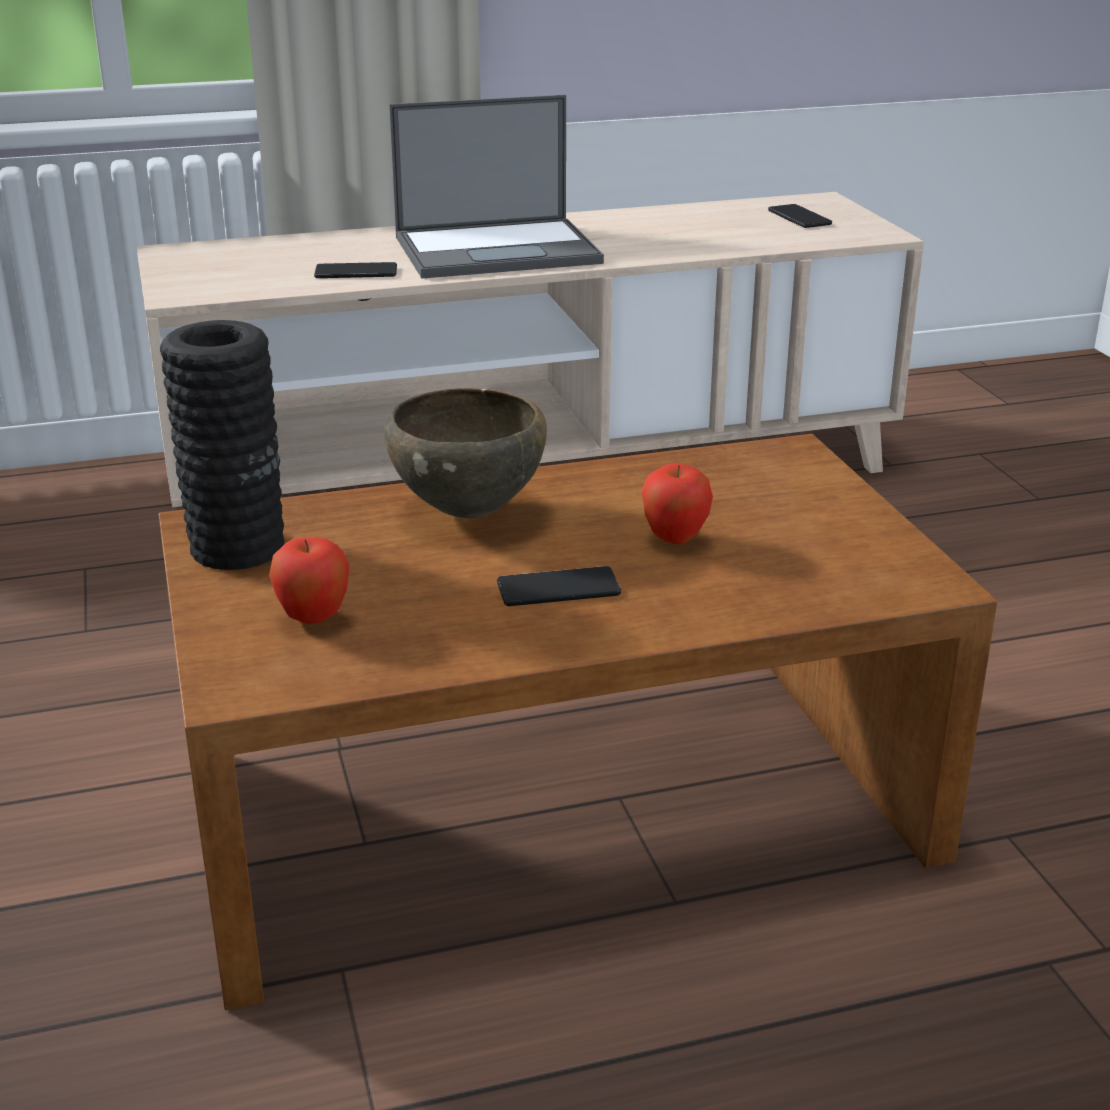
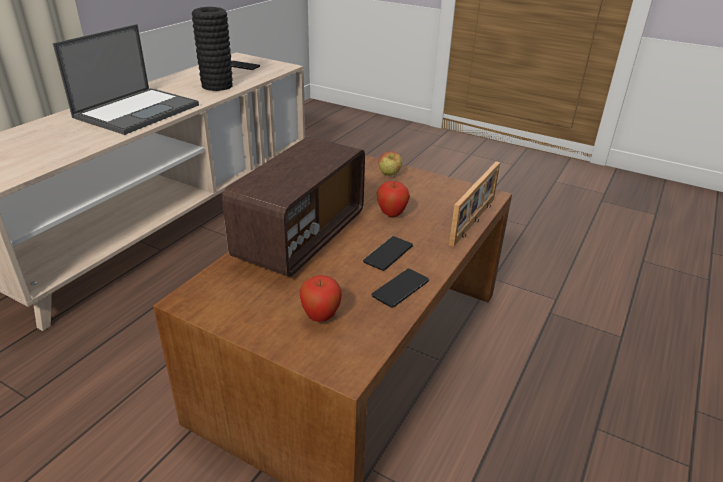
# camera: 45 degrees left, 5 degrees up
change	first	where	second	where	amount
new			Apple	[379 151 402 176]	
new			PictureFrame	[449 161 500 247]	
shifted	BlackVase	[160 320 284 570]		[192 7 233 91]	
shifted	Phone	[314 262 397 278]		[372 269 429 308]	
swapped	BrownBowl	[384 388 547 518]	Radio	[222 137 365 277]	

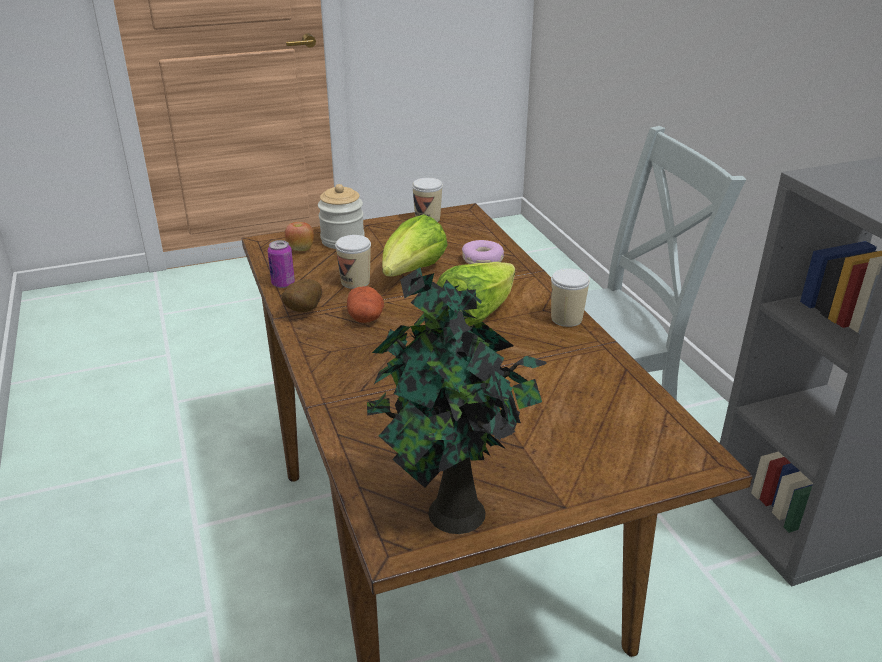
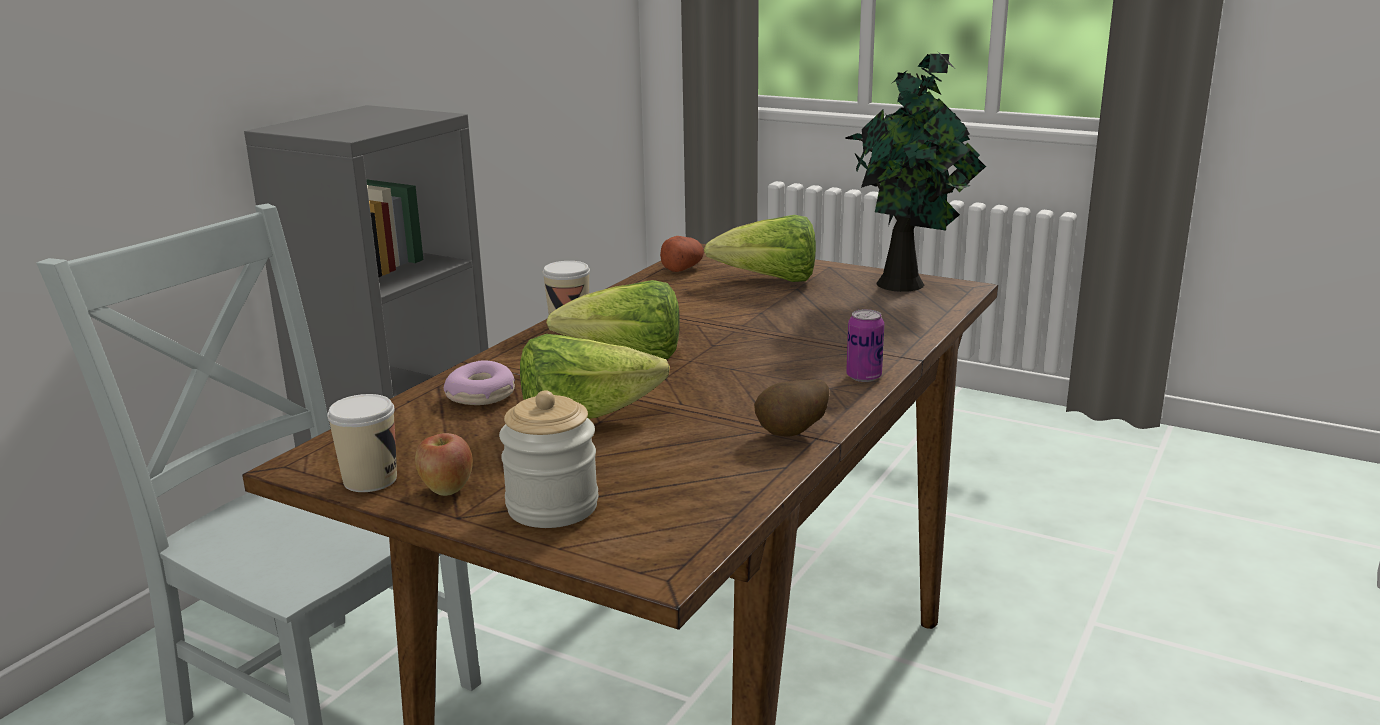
# camera: 130 degrees left, 10 degrees down
change	first	where	second	where	amount
gone	Cup	[335 235 371 289]			
new			Lettuce	[704 215 816 282]	
shifted	Can	[268 240 295 288]		[846 309 884 382]	
shifted	Apple	[285 222 314 251]		[415 433 473 496]	
shifted	Potato	[347 286 384 323]		[660 236 704 272]	

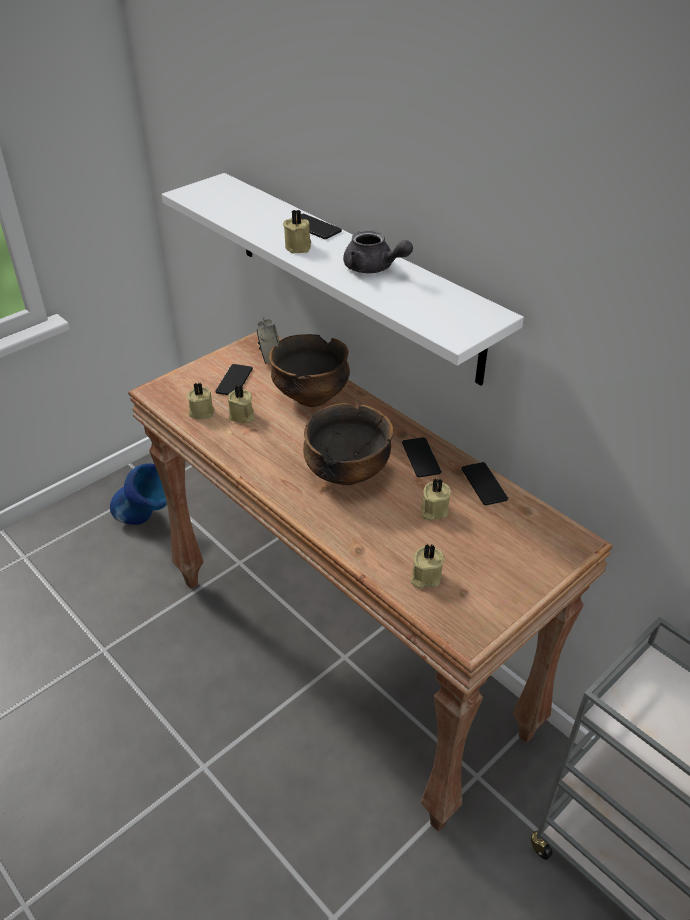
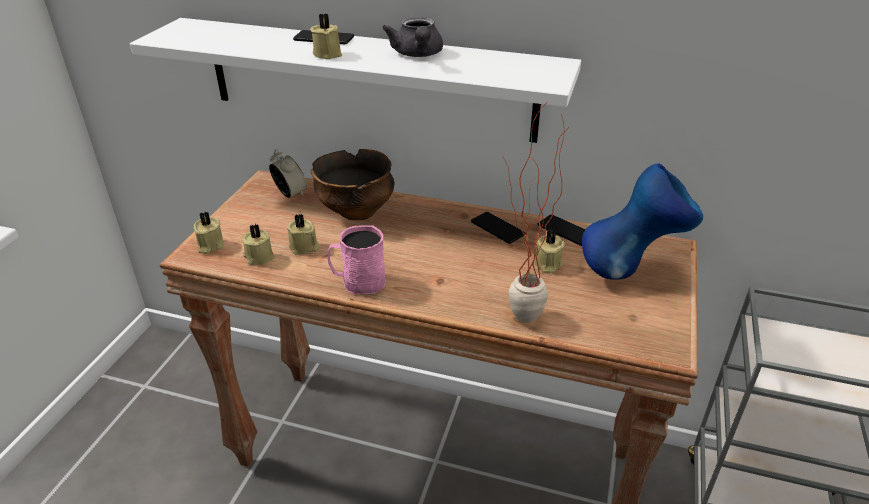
# camera: 30 degrees left, 5 degrees down
change	first	where	second	where	amount
gone	Phone	[215 364 253 395]			
gone	Bowl	[303 403 393 485]			
new			PinkMug	[328 225 386 294]	
new			PottedPlant	[502 108 569 323]	
shifted	BlueVase	[110 463 167 525]		[582 164 703 280]	
shifted	BeigeCandle	[411 544 445 589]		[194 211 224 254]	
rotated	GreyTeapot	[343 230 413 273]		[382 17 443 57]	75 degrees clockwise

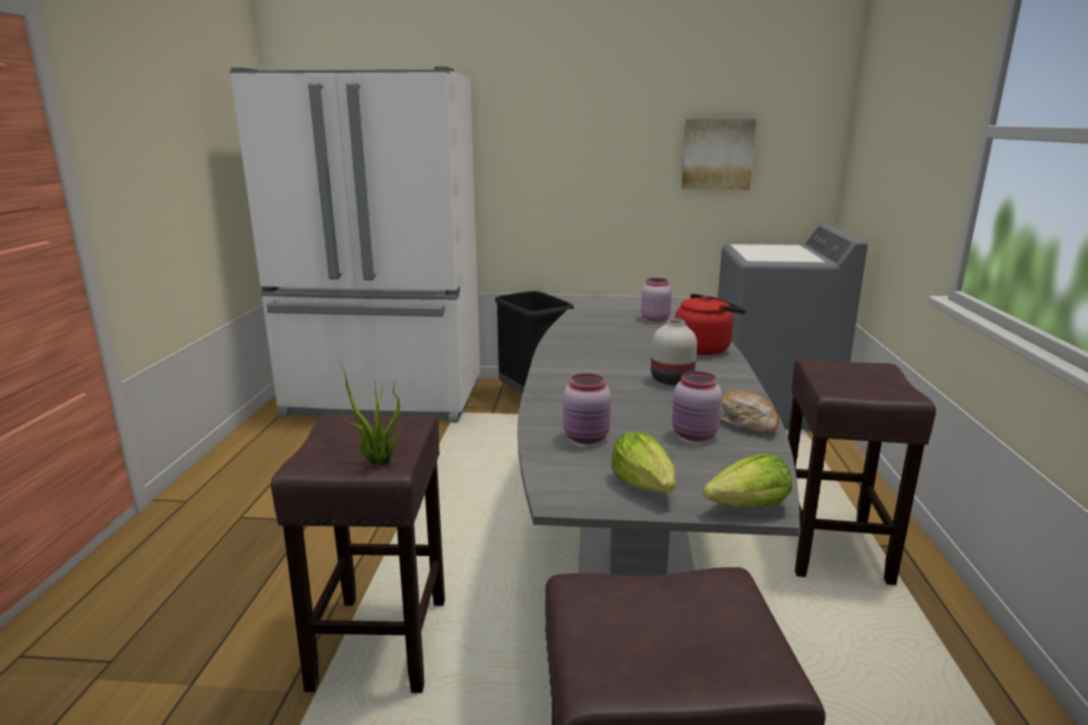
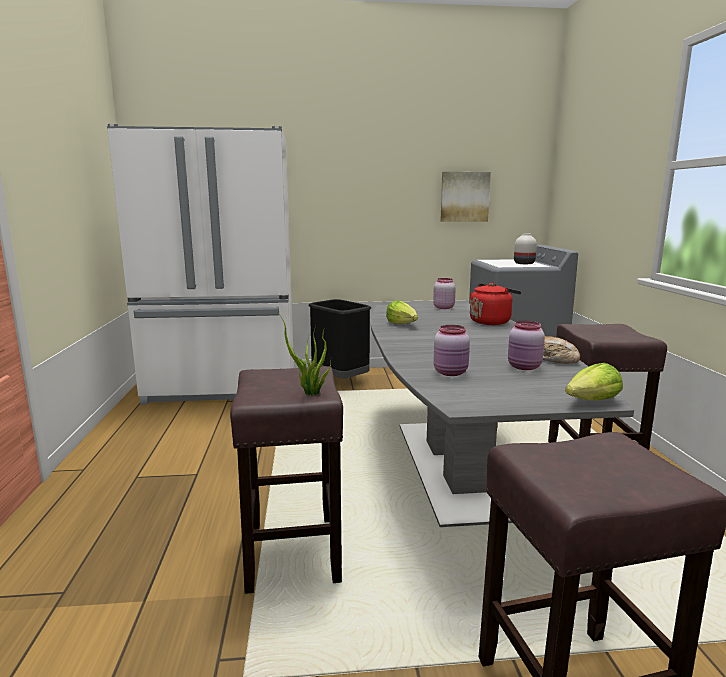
# camera: 10 degrees left, 5 degrees down
change	first	where	second	where	amount
shifted	Lettuce	[611 432 676 493]		[386 300 418 324]	
shifted	WhiteVase	[651 319 697 385]		[514 233 537 264]	

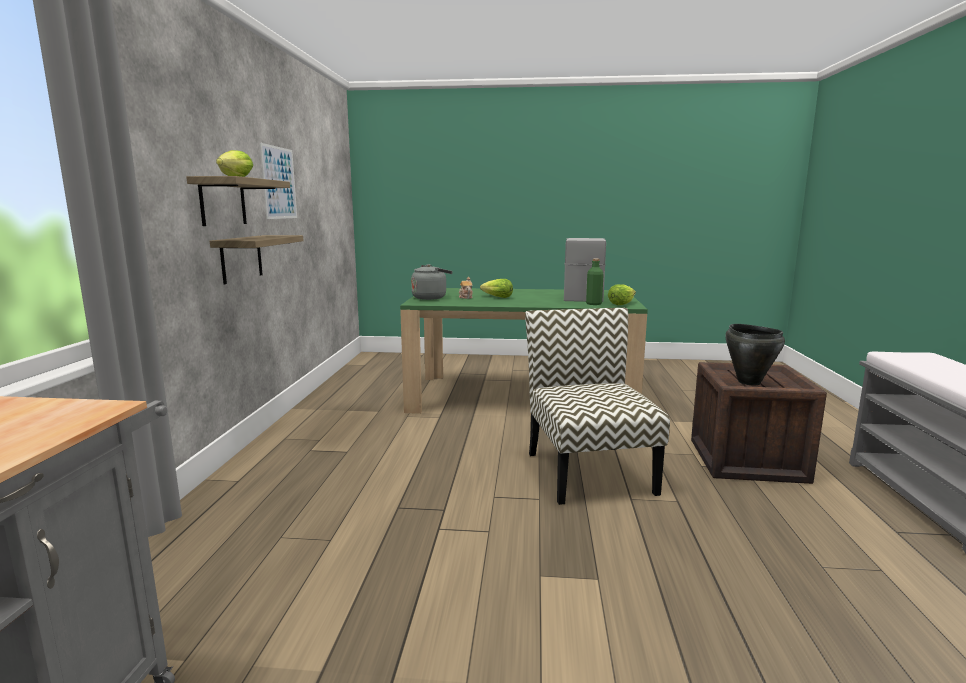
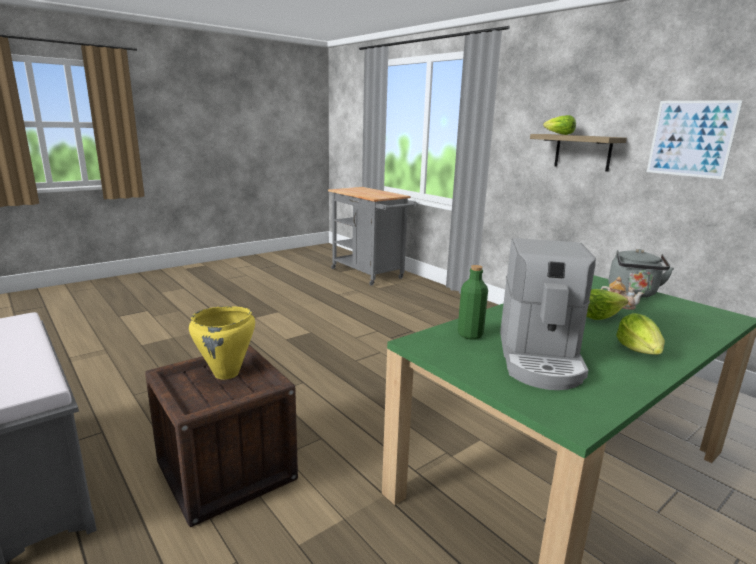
# camera: 135 degrees right, 5 degrees up
change	first	where	second	where	amount
gone	Shelf	[210 235 304 284]			
gone	Chair	[525 308 670 505]			
shifted	Lettuce	[608 285 636 305]		[616 313 665 355]	
repainted	BlackCookingPot	[725 324 785 385]	YellowCookingPot	[189 306 255 379]	
rotated	CoffeeMachine	[564 238 606 302]		[500 238 596 390]	45 degrees clockwise

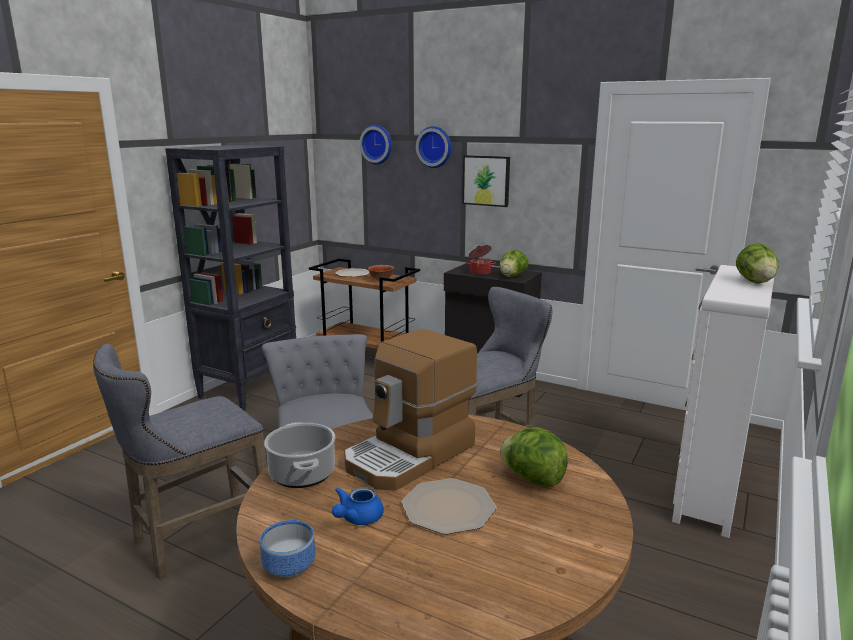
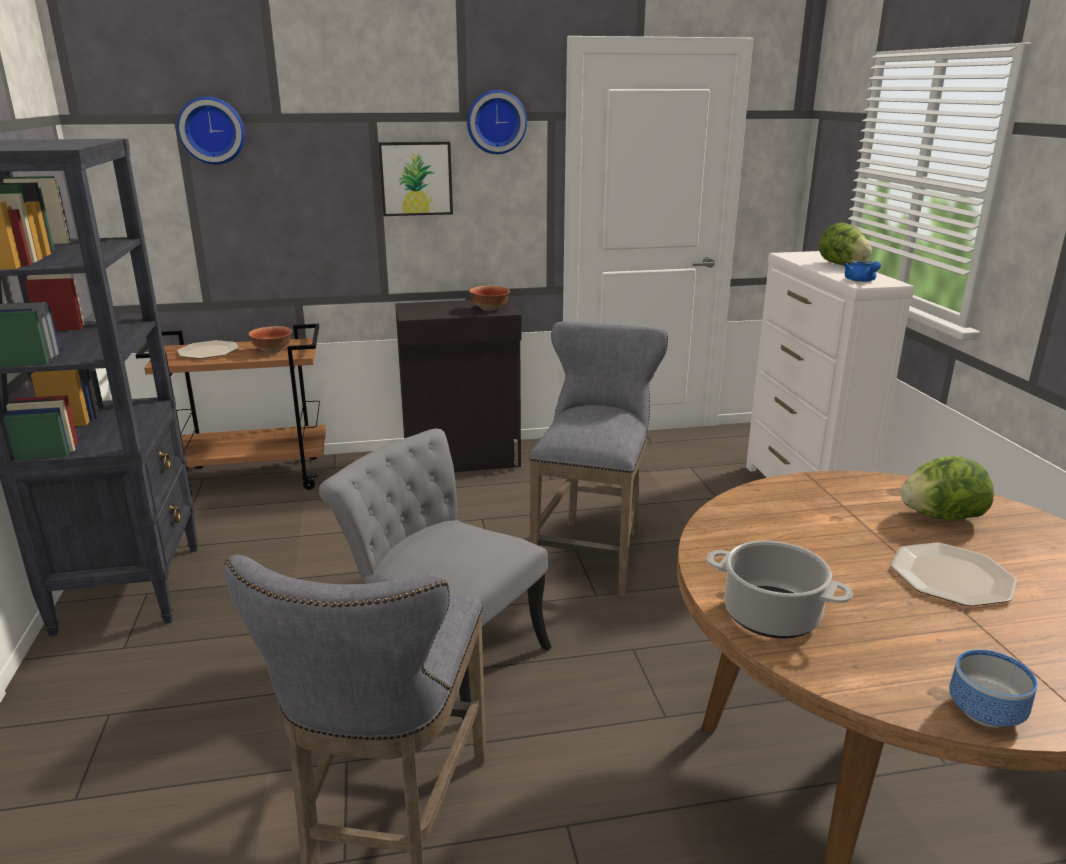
# camera: 40 degrees left, 5 degrees up
change	first	where	second	where	amount
gone	CoffeeMachine	[344 329 477 491]			
gone	CookingPot	[465 245 496 275]			
shifted	BlueTeapot	[332 487 384 525]		[843 260 881 282]	
shifted	WallClock	[416 126 451 168]		[467 90 527 154]	
swapped	Lettuce	[499 250 529 277]	Bowl	[469 285 510 311]	

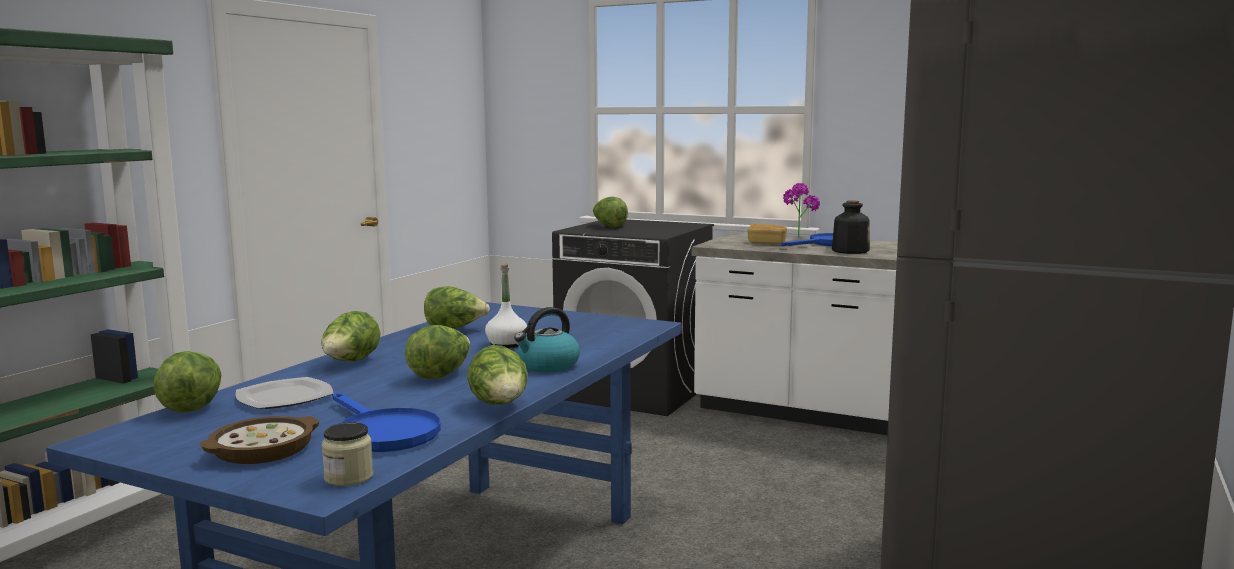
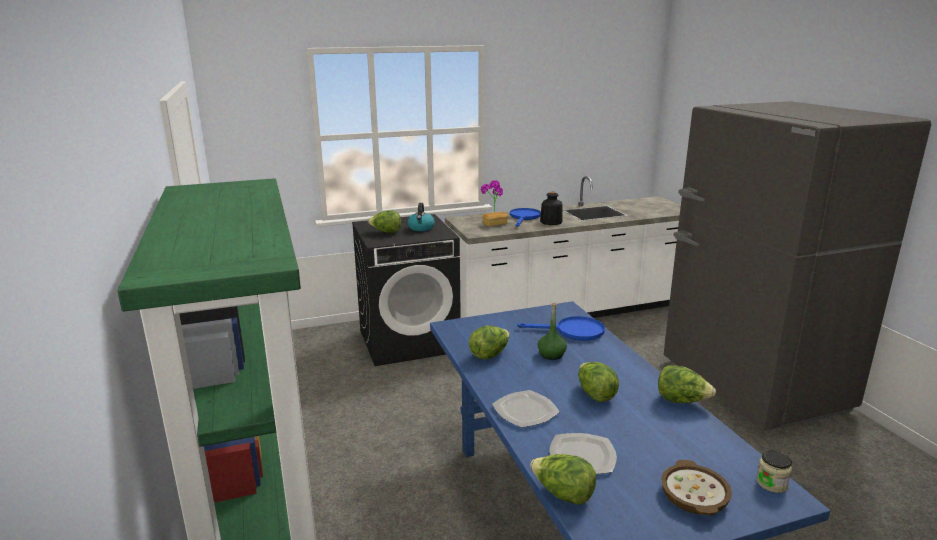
# camera: 45 degrees left, 10 degrees up
change	first	where	second	where	amount
shifted	BlueFryingPan	[333 392 441 452]		[517 316 605 341]	
shifted	Kettle	[514 307 580 372]		[408 203 435 231]	
swapped	Lettuce	[321 311 380 362]	Plate	[492 390 560 428]	
repainted	WhiteBottle	[485 264 527 348]	GreenBottle	[537 303 567 360]	

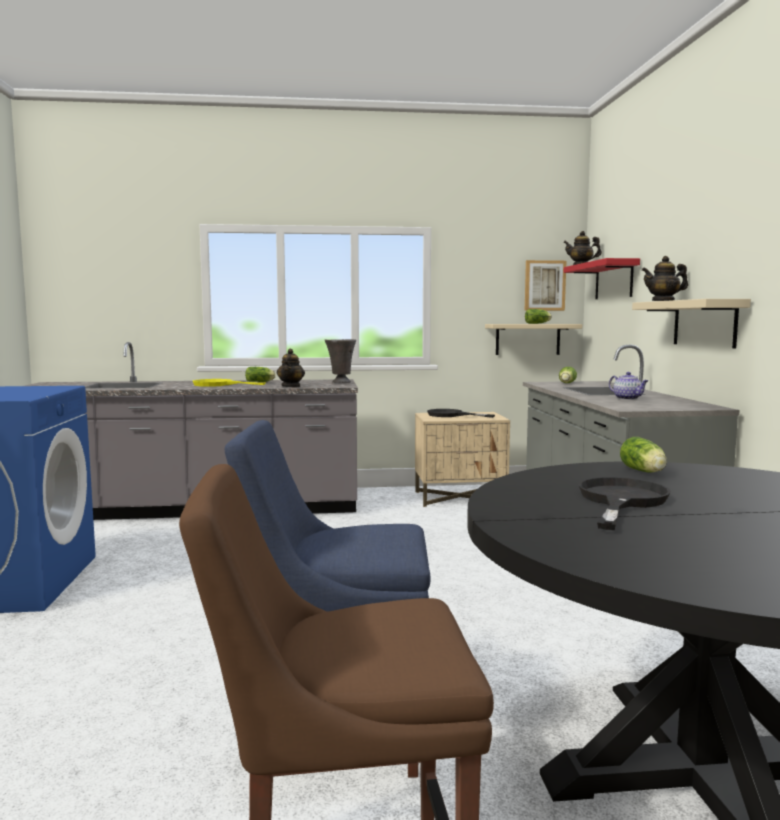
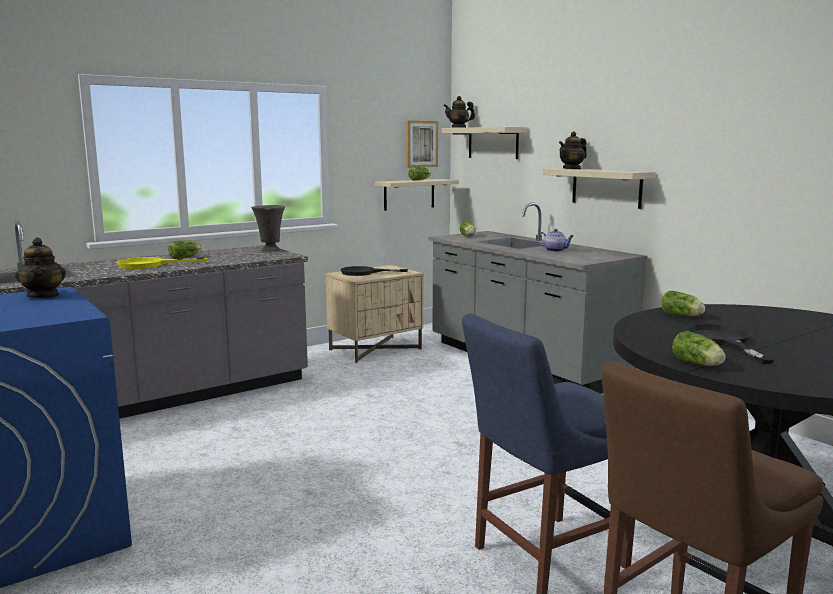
# camera: 30 degrees left, 5 degrees up
change	first	where	second	where	amount
new			Lettuce	[672 331 726 366]	
shifted	Teapot	[277 349 305 387]		[15 237 66 298]	
repainted	RedShelf	[564 258 640 299]	BeigeShelf	[442 127 527 159]	

